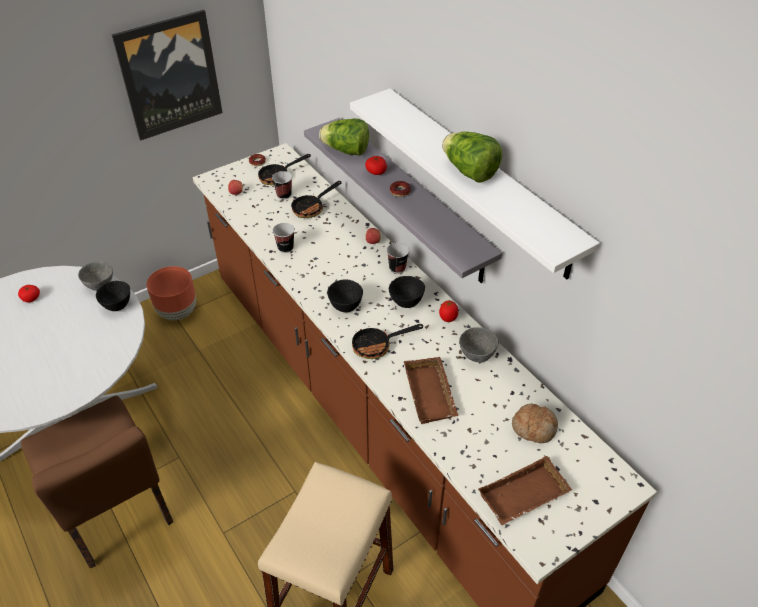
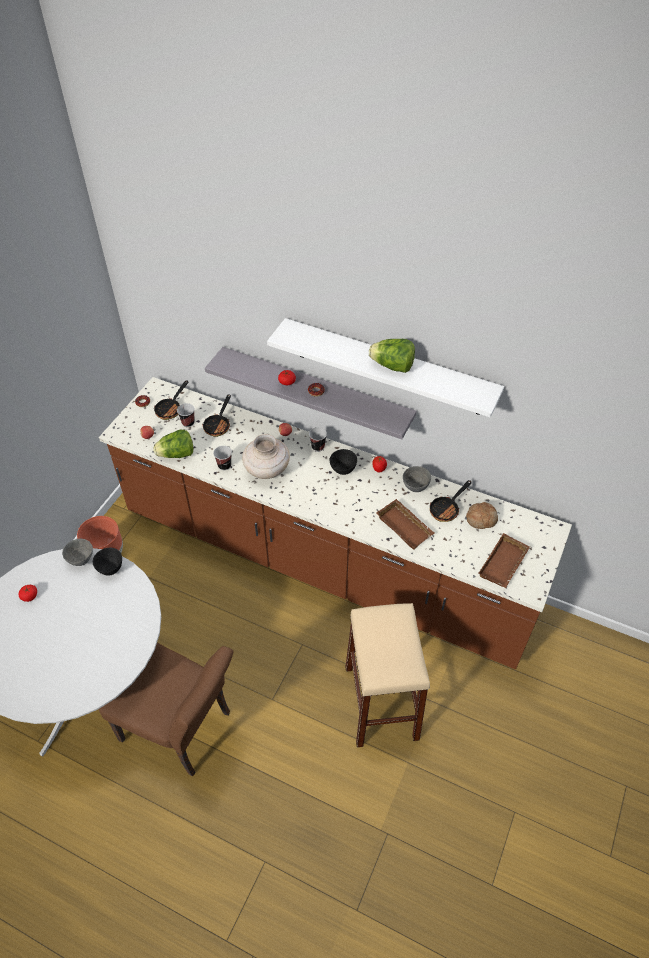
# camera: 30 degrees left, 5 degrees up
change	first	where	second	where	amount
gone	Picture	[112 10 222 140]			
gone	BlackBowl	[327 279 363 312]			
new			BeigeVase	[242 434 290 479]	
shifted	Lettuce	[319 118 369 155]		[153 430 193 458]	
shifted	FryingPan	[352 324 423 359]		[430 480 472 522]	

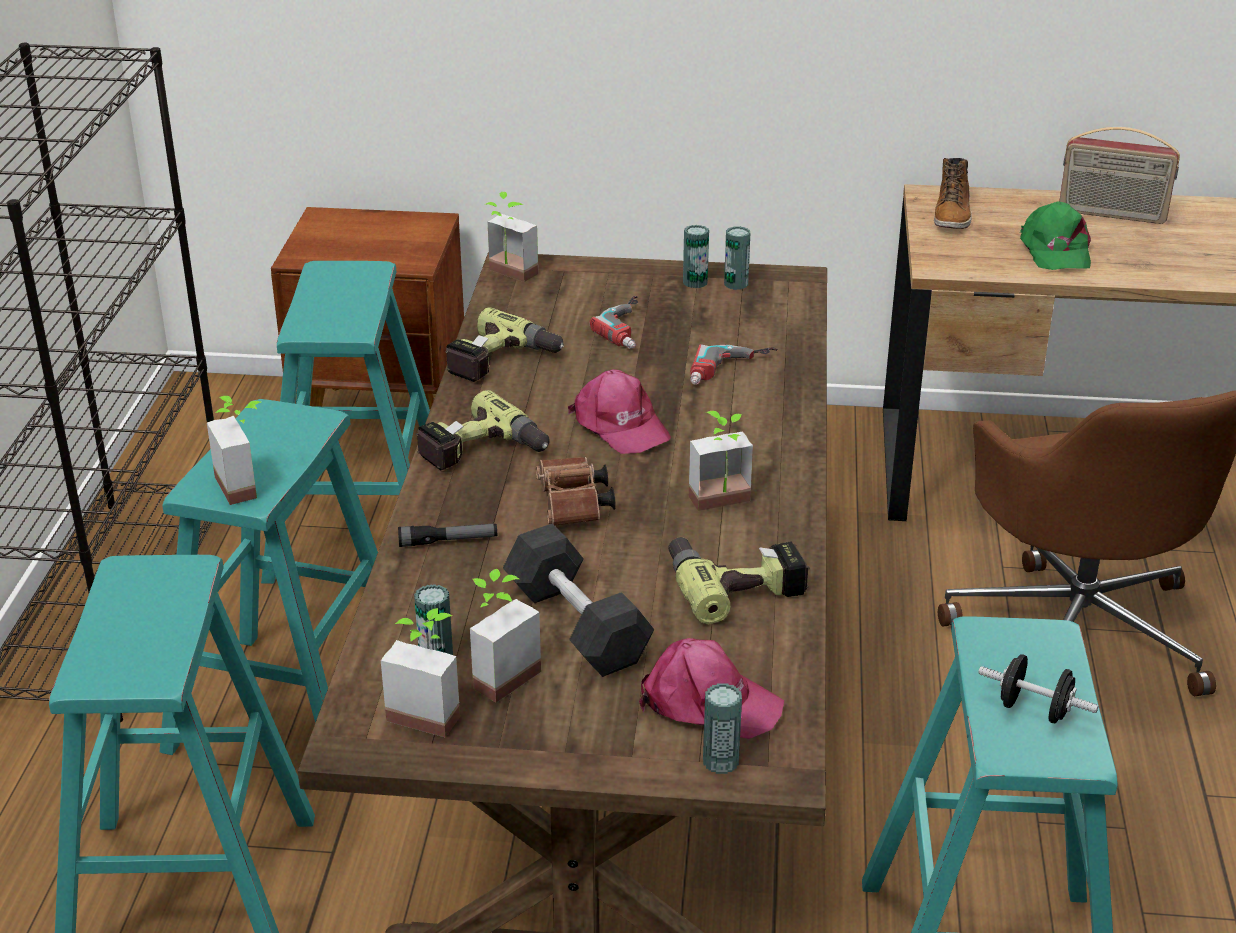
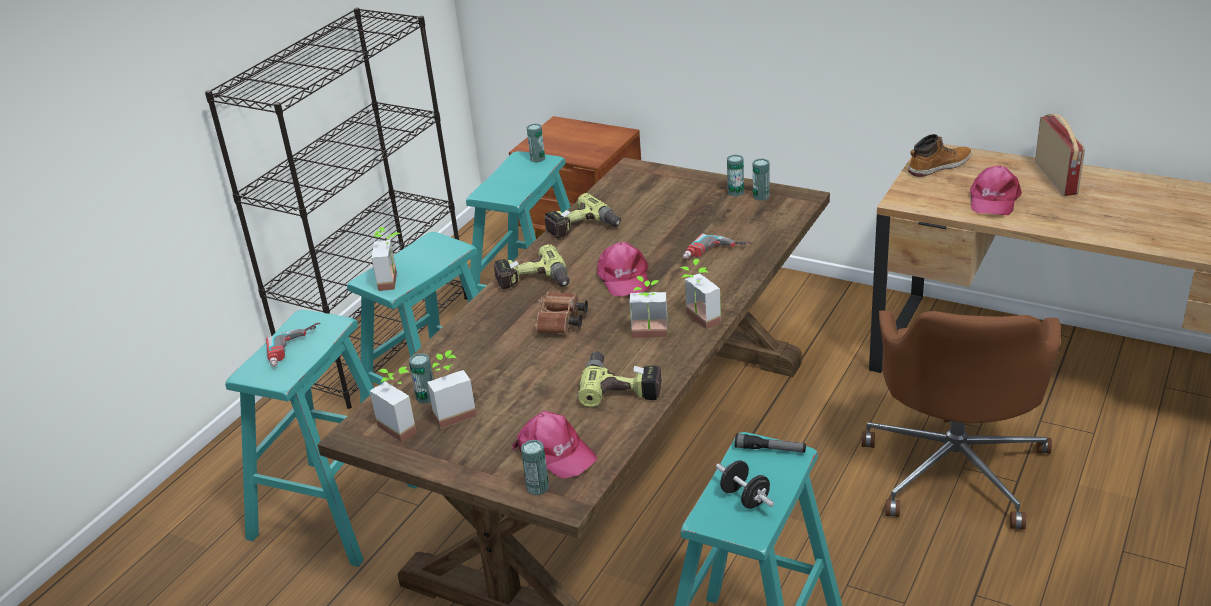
# camera: 25 degrees right, 0 degrees up
change	first	where	second	where	amount
gone	BlackDumbbell	[503 523 655 677]			
new			Can	[527 124 545 162]	
shifted	Flashlight	[398 524 497 547]		[735 433 806 452]	
shifted	PottedPlant	[484 192 538 282]		[680 259 721 330]	
shifted	PowerDrill	[590 296 638 349]		[266 323 320 367]	
repainted	GreenCap	[1020 201 1091 270]	PinkCap	[970 165 1022 215]	
rotated	Boot	[934 158 972 229]		[908 134 972 177]	150 degrees counterclockwise
rotated	Radio	[1059 127 1180 224]		[1035 114 1085 196]	135 degrees counterclockwise

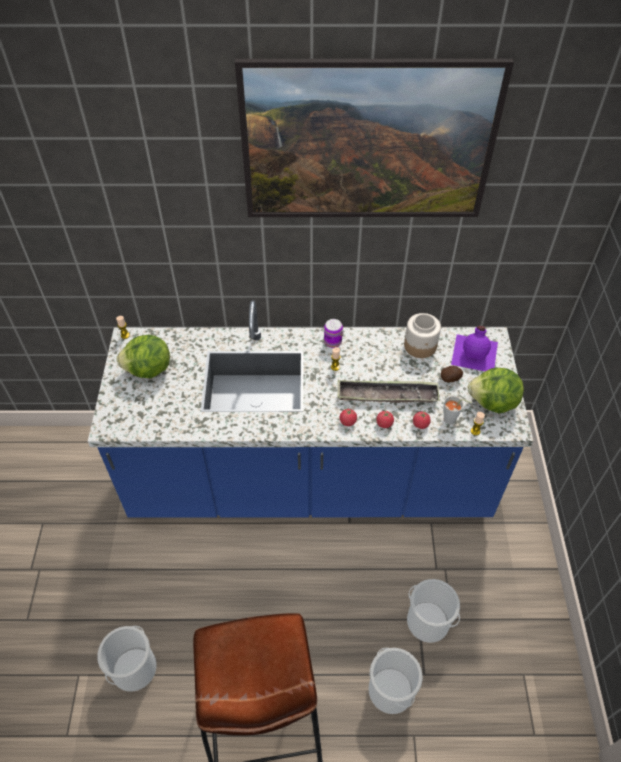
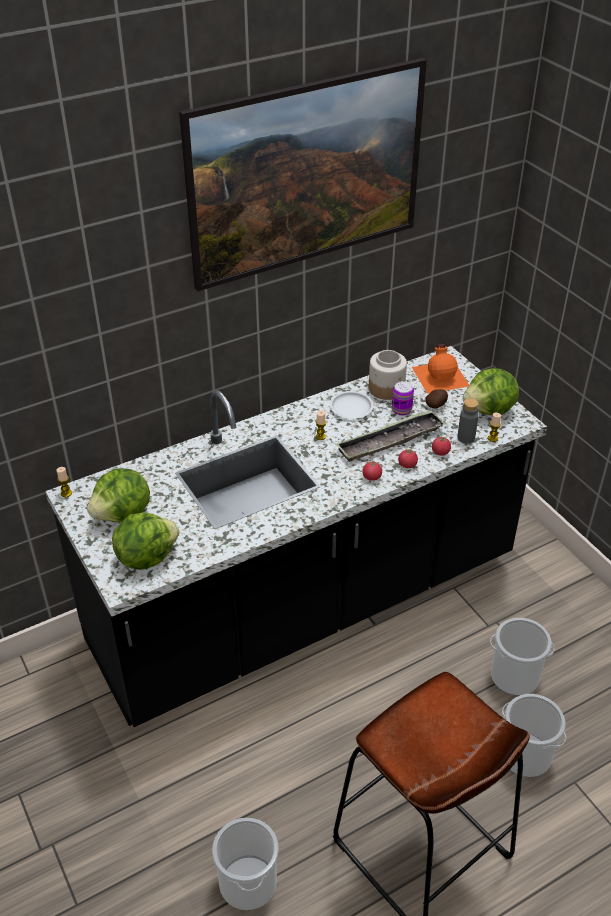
# camera: 30 degrees left, 10 degrees down
change	first	where	second	where	amount
new			Lettuce	[112 512 179 570]	
new			WhitePlate	[330 391 374 419]	
shifted	Can	[324 319 343 348]		[392 381 414 416]	
swapped	GreyCup	[444 396 472 424]	GreyBottle	[457 398 479 444]	
repainted	BlueCounter	[88 300 533 518]	BlackCounter	[45 346 547 727]	
repainted	PurpleBottle	[451 326 498 371]	OrangeBottle	[412 344 469 394]	

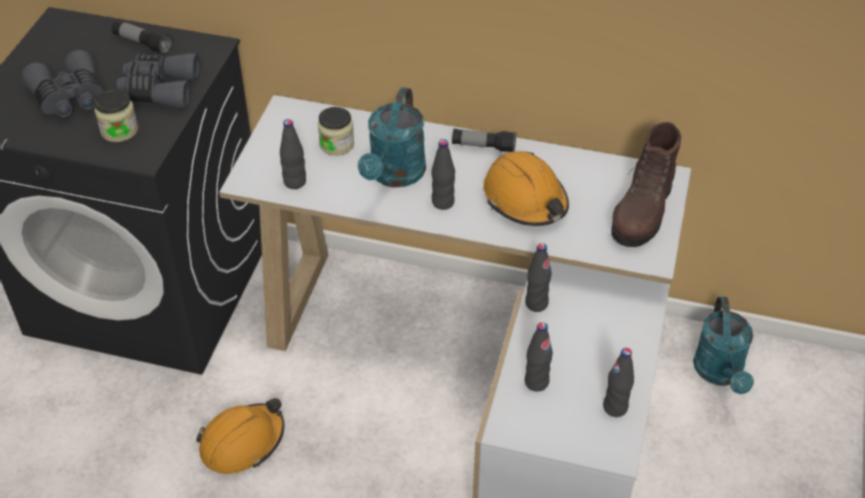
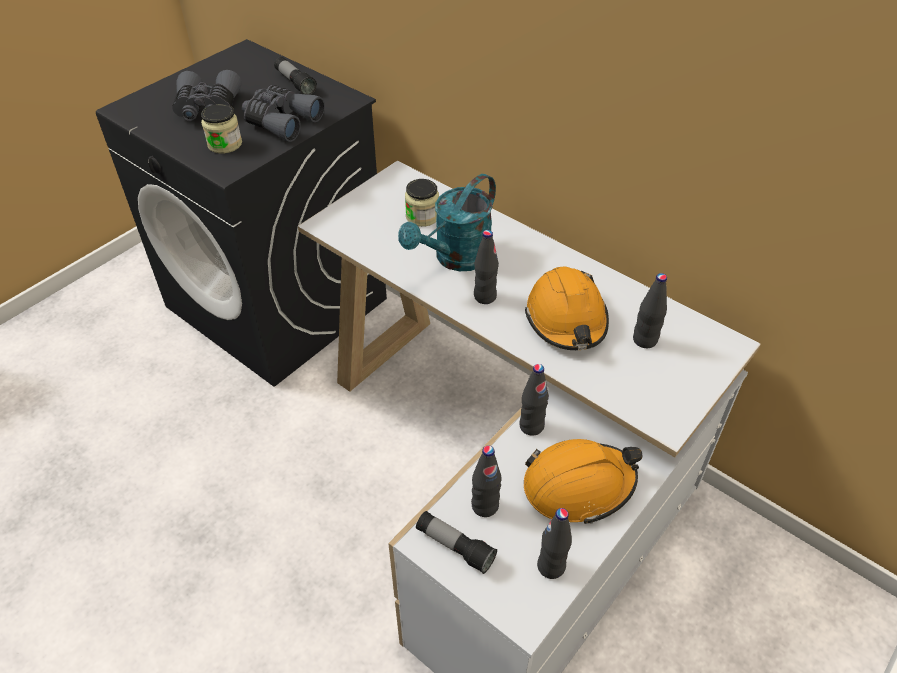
# camera: 25 degrees right, 0 degrees up
change	first	where	second	where	amount
gone	BrownBoot	[611 122 681 247]			
gone	TurquoiseWateringCan	[693 297 754 394]			
shifted	OrangeHardHat	[196 398 285 474]		[524 439 642 524]	
shifted	BlackBottle	[280 119 306 189]		[633 273 667 348]	
shifted	Flashlight	[452 129 516 152]		[416 511 497 574]	

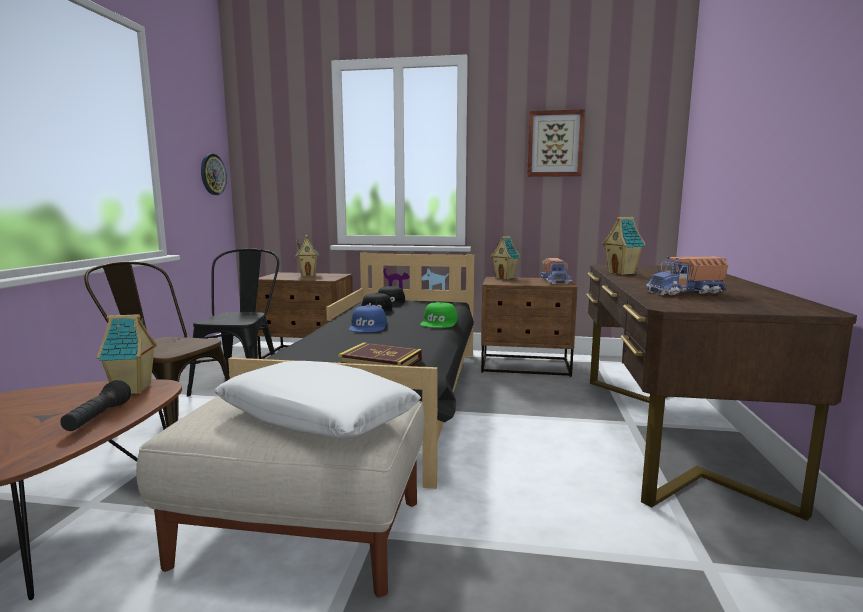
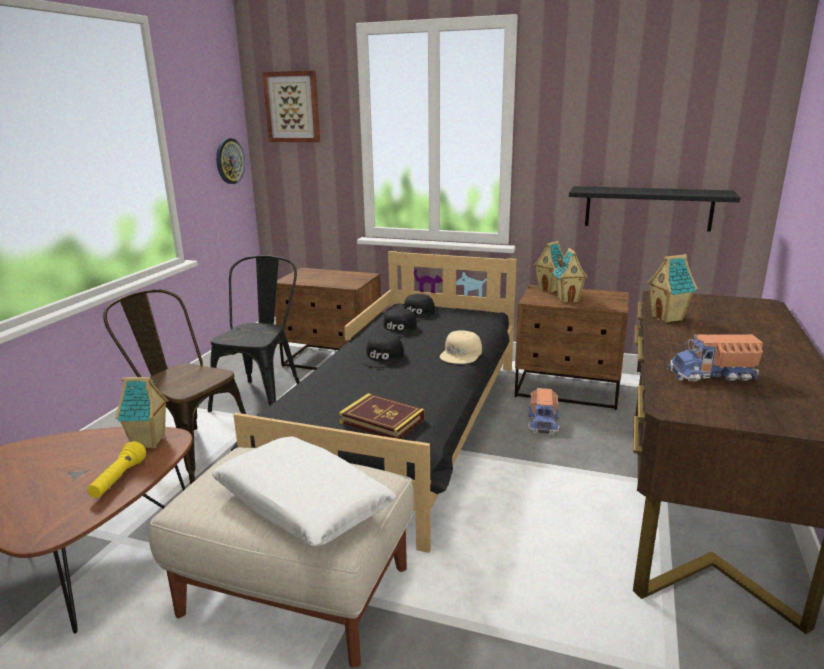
# camera: 10 degrees right, 10 degrees up
change	first	where	second	where	amount
new			BlackShelf	[569 186 741 232]	
shifted	ToyHouse	[295 235 320 277]		[553 248 588 303]	
shifted	Picture	[527 109 585 177]		[262 71 320 142]	
shifted	ToyTruck	[540 258 572 284]		[528 388 559 435]	
repainted	BlackFlashlight	[60 380 131 431]	YellowFlashlight	[87 441 146 498]	
repainted	BlueCap	[348 306 387 332]	BlackCap	[362 334 404 368]	
repainted	GreenCap	[420 302 458 328]	BeigeCap	[440 330 482 364]	

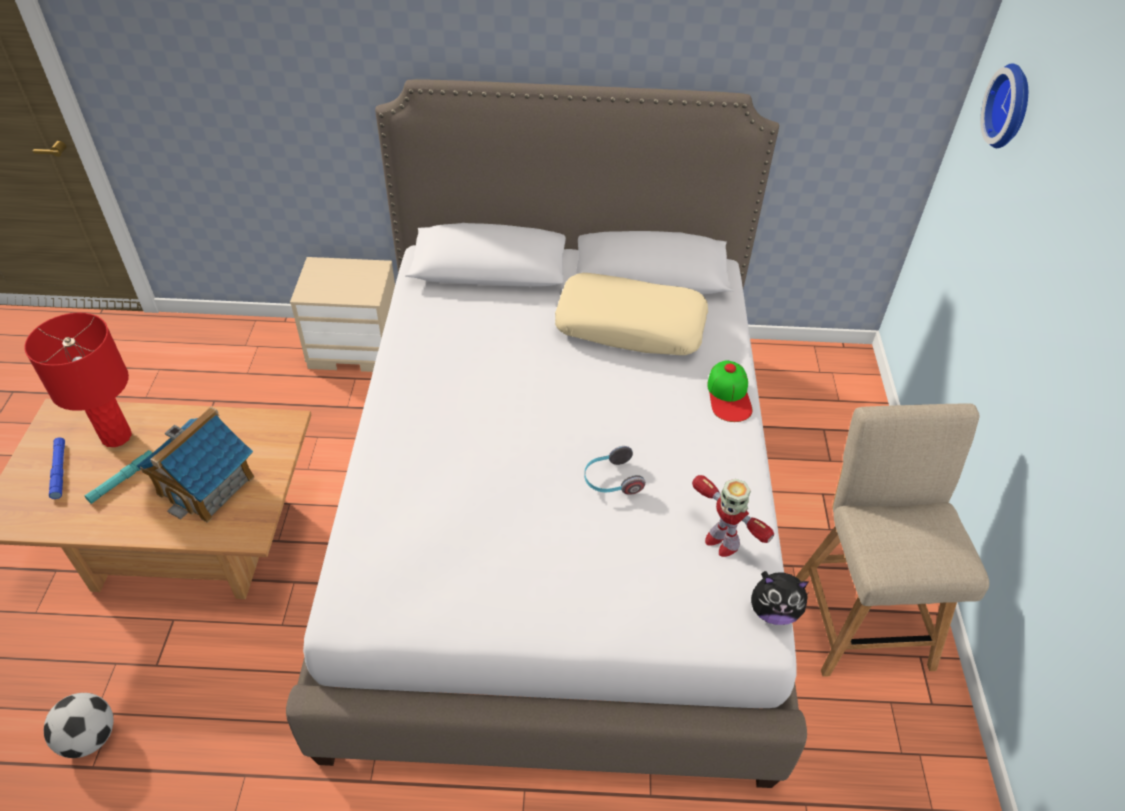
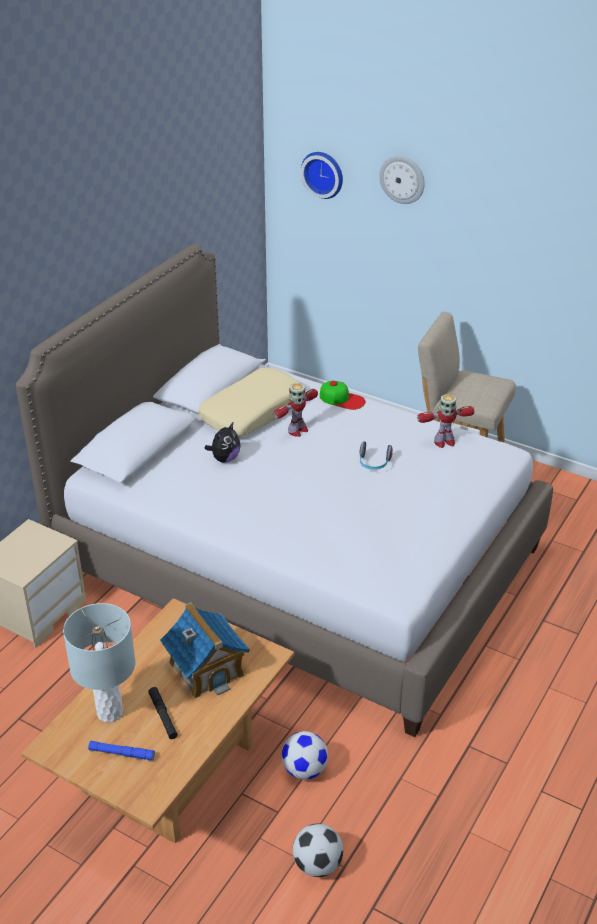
# camera: 60 degrees left, 10 degrees down
change	first	where	second	where	amount
new			ToyRobot	[274 383 318 437]	
new			Football	[281 731 328 780]	
new			WallClock	[379 156 425 204]	
shifted	PlushToy	[751 571 808 625]		[205 423 241 463]	
repainted	RedTableLamp	[24 313 132 447]	GreyTableLamp	[63 603 136 722]	
repainted	TurquoiseFlashlight	[85 450 152 504]	BlackFlashlight	[148 687 178 739]	

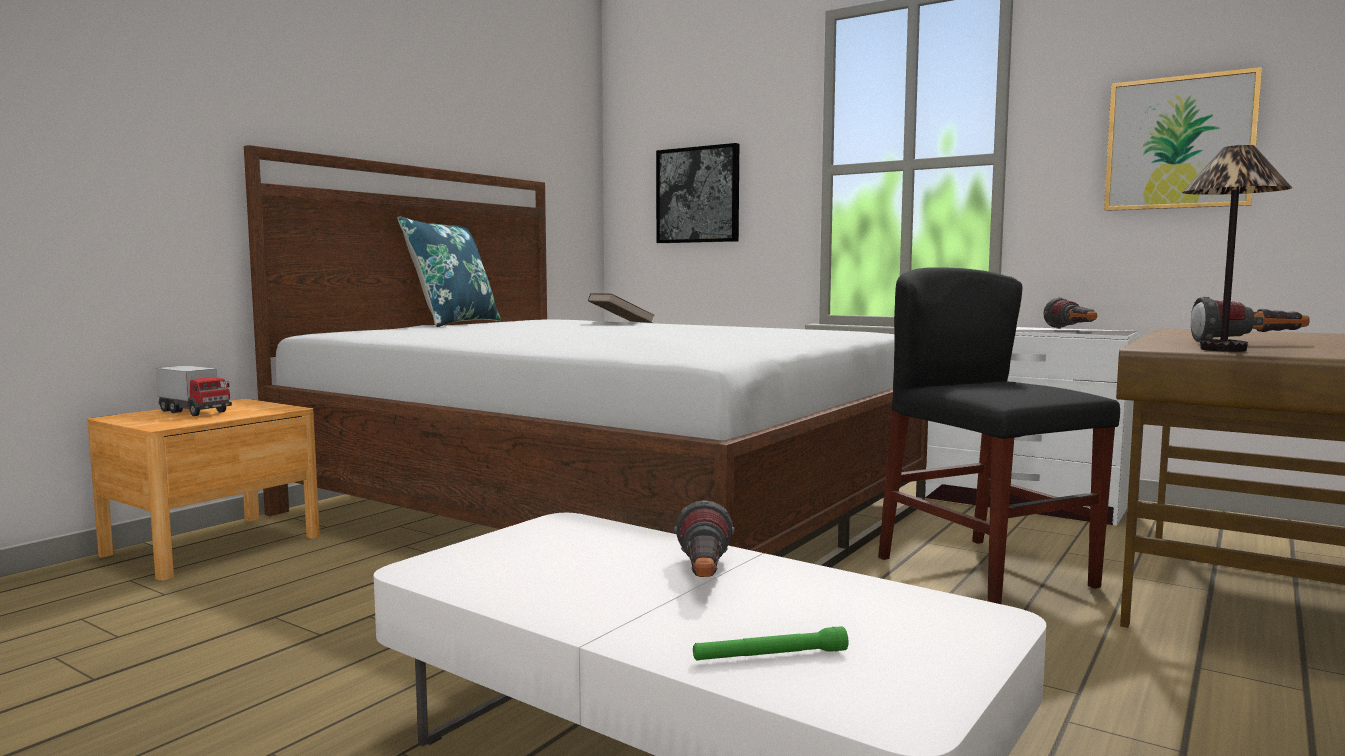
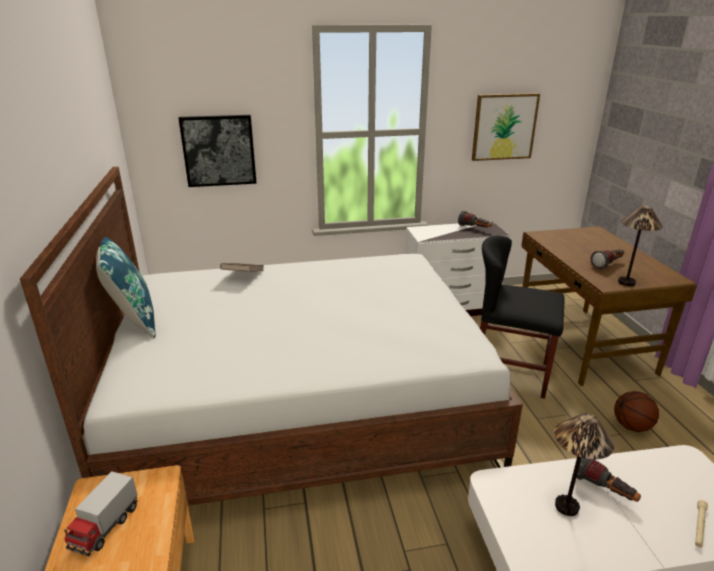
# camera: 45 degrees left, 20 degrees up
change	first	where	second	where	amount
new			TableLamp	[554 413 614 516]	
new			Basketball	[614 391 659 432]	
repainted	GreenFlashlight	[693 626 848 661]	BeigeFlashlight	[695 500 708 547]	
rotated	ToyTruck	[156 365 232 416]		[64 471 138 557]	120 degrees clockwise

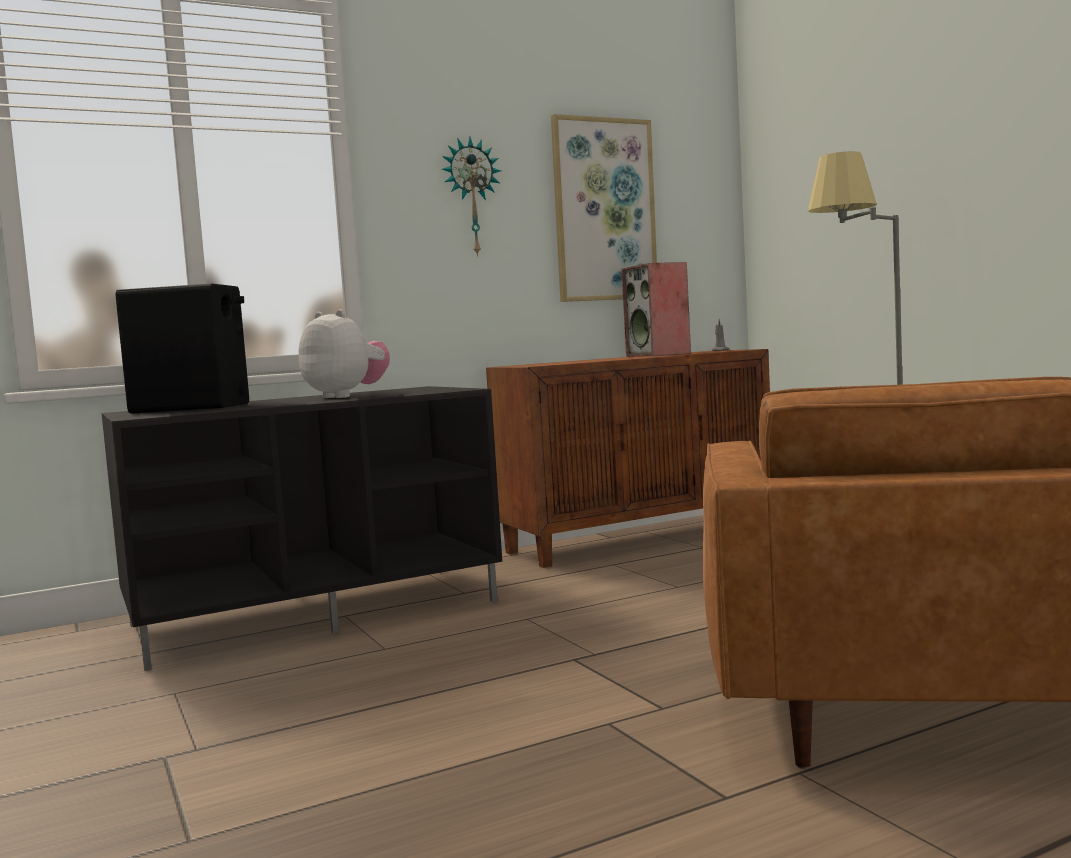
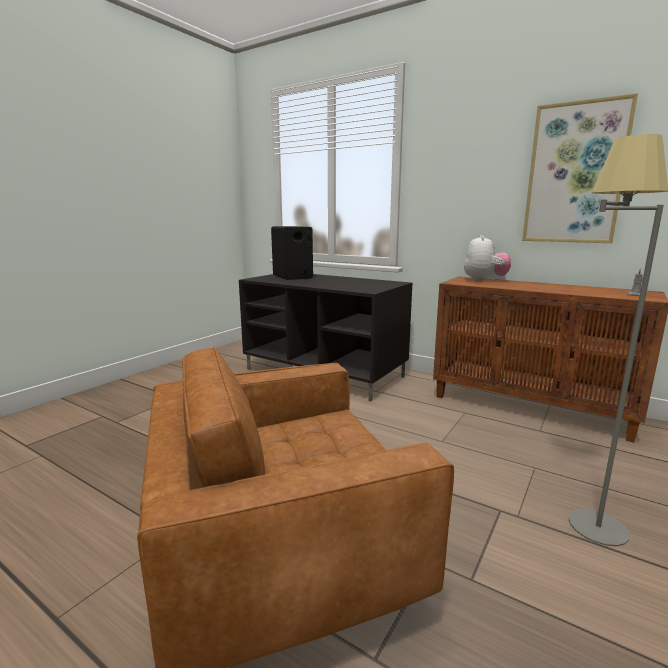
# camera: 60 degrees right, 10 degrees up
change	first	where	second	where	amount
gone	WallClock	[442 137 501 257]			
gone	Speaker	[621 262 691 357]			
shifted	PlushToy	[299 309 390 398]		[464 235 511 282]	

